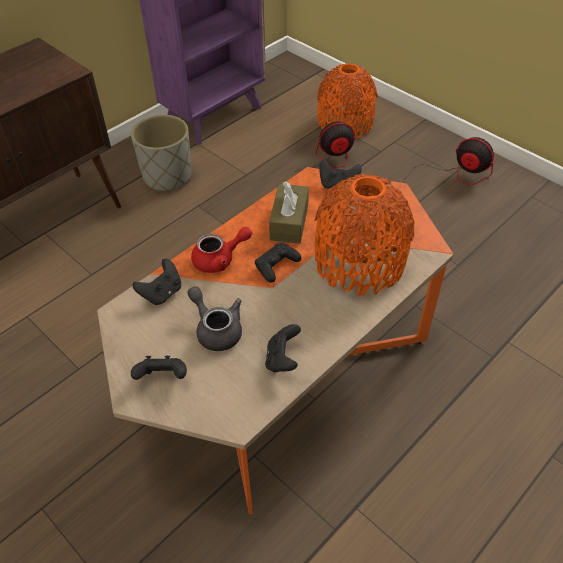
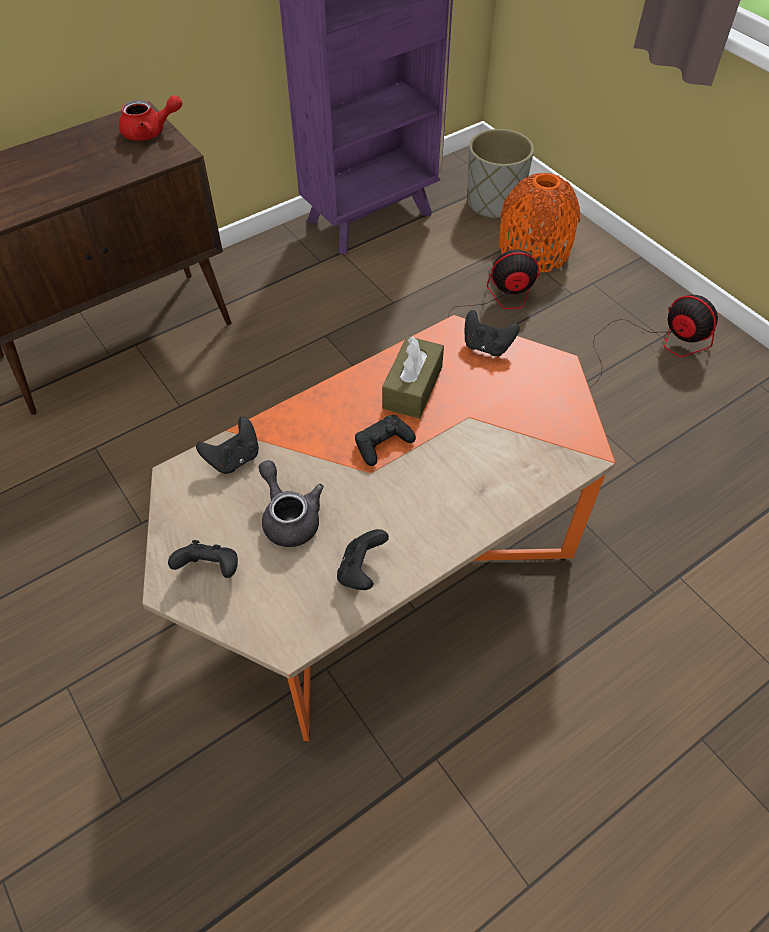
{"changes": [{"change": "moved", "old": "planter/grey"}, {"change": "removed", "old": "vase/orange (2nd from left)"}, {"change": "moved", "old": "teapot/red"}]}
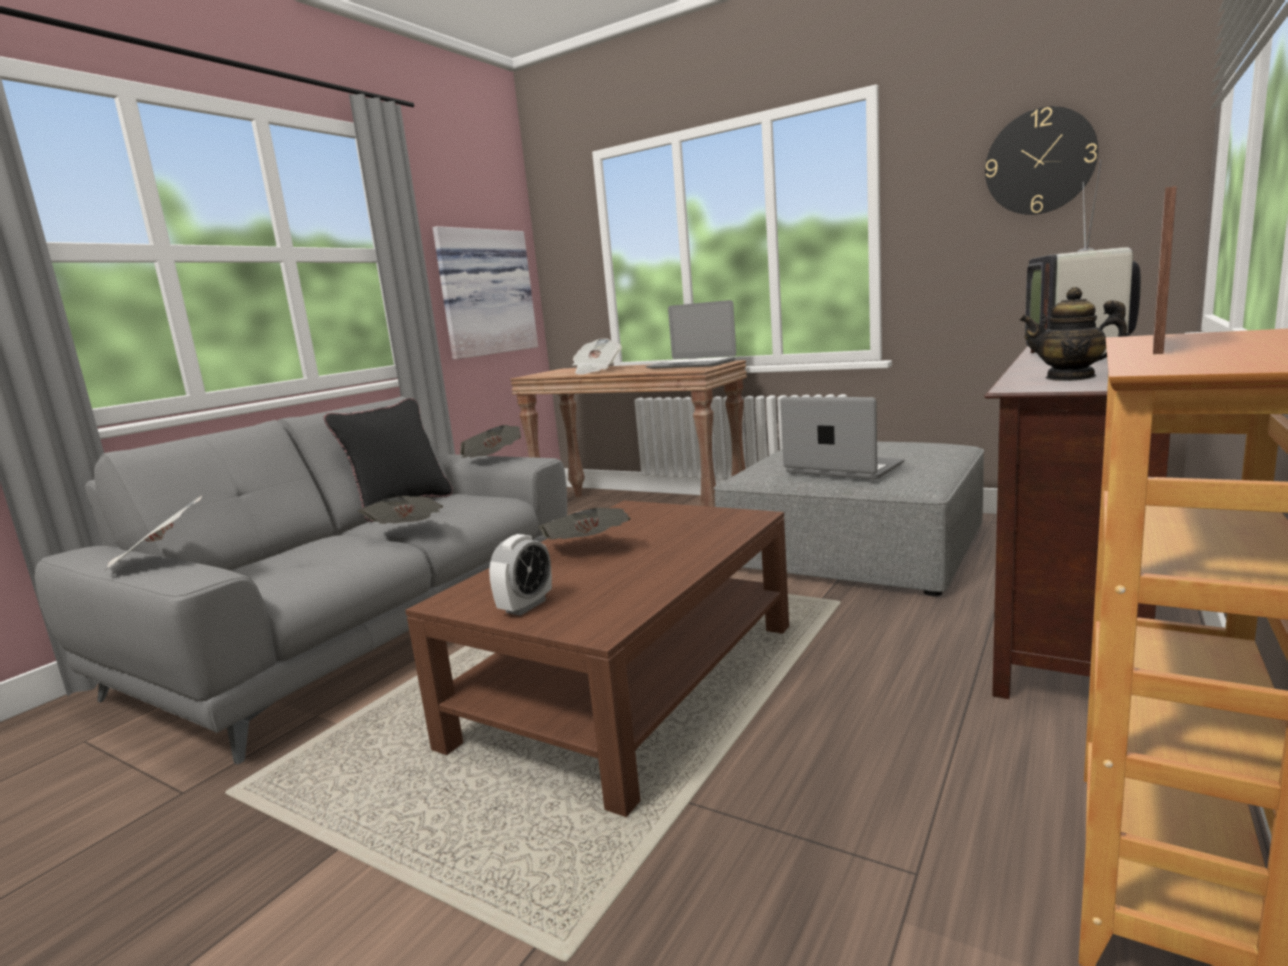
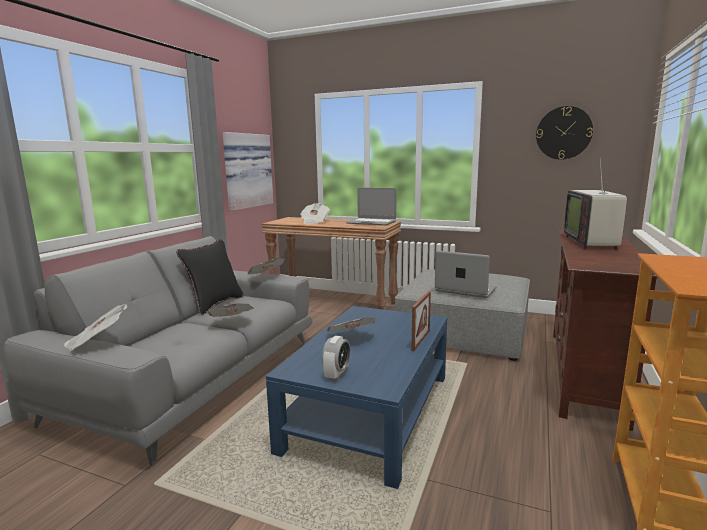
{"changes": [{"change": "moved", "old": "picture frame"}, {"change": "removed", "old": "teapot"}, {"change": "recoloured", "old": "coffee table/brown", "new": "coffee table/blue"}]}
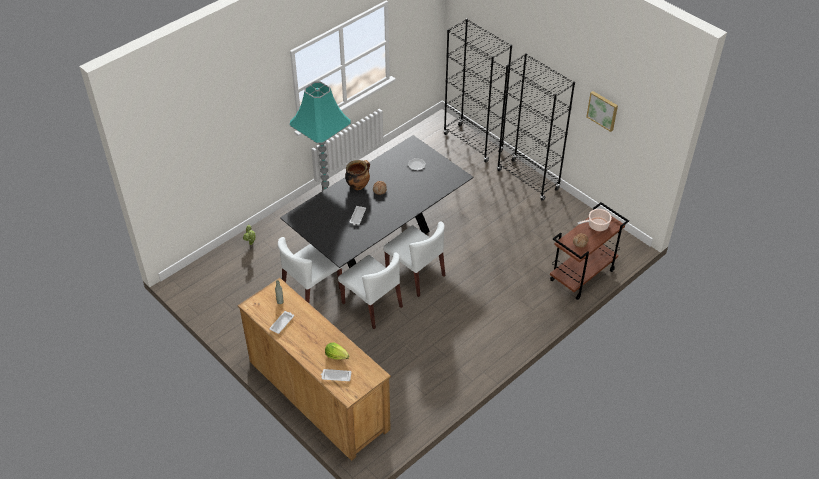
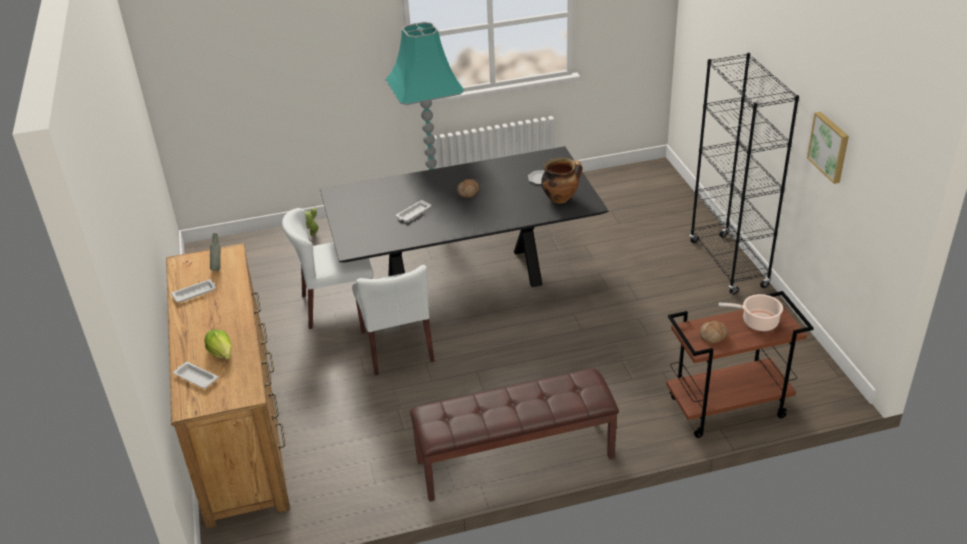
{"changes": [{"change": "removed", "old": "bookcase/black (1st from left)"}, {"change": "moved", "old": "cooking pot (1st from left)"}, {"change": "removed", "old": "chair/white (3rd from left)"}, {"change": "added", "new": "bench/brown"}]}
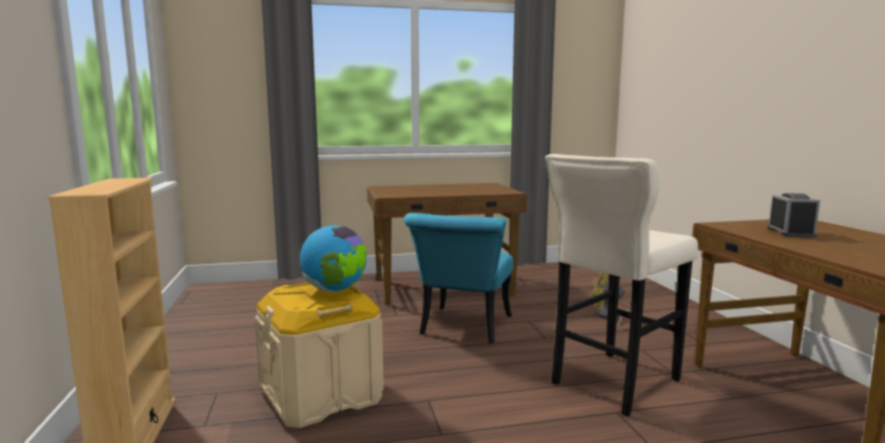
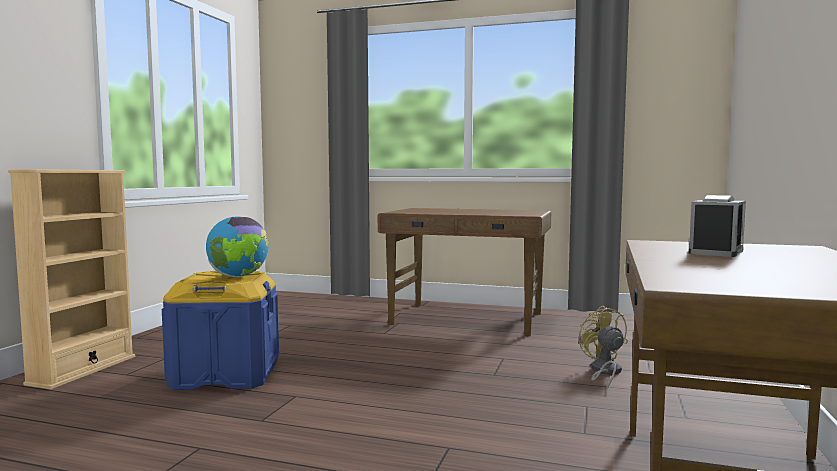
{"changes": [{"change": "removed", "old": "stool/beige"}, {"change": "removed", "old": "chair/turquoise"}, {"change": "recoloured", "old": "storage box/beige", "new": "storage box/blue"}]}
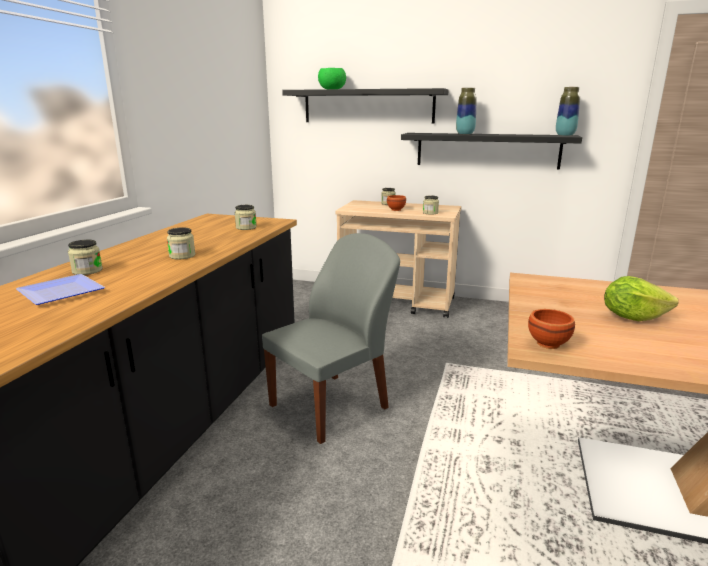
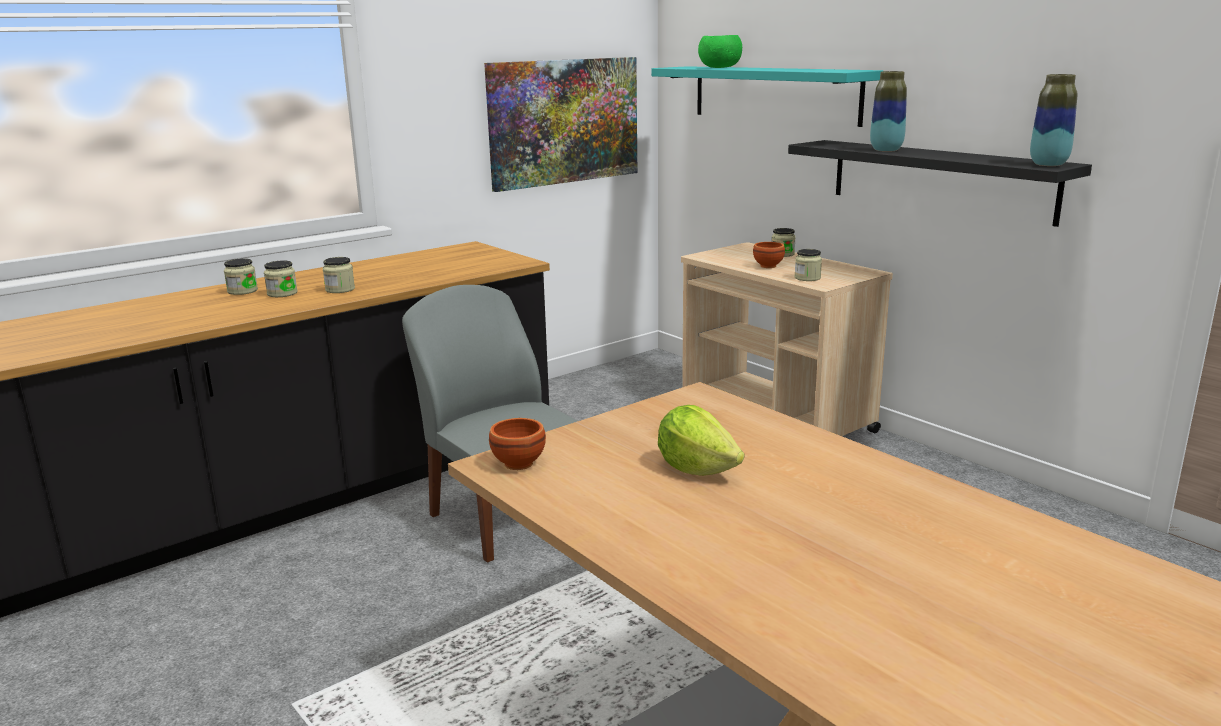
{"changes": [{"change": "recoloured", "old": "shelf/black (1st from left)", "new": "shelf/turquoise"}, {"change": "moved", "old": "jar (3rd from left in the first image)", "new": "jar (2nd from left)"}, {"change": "turned", "old": "chair/grey", "degrees": -120}, {"change": "removed", "old": "plate"}, {"change": "added", "new": "picture"}]}
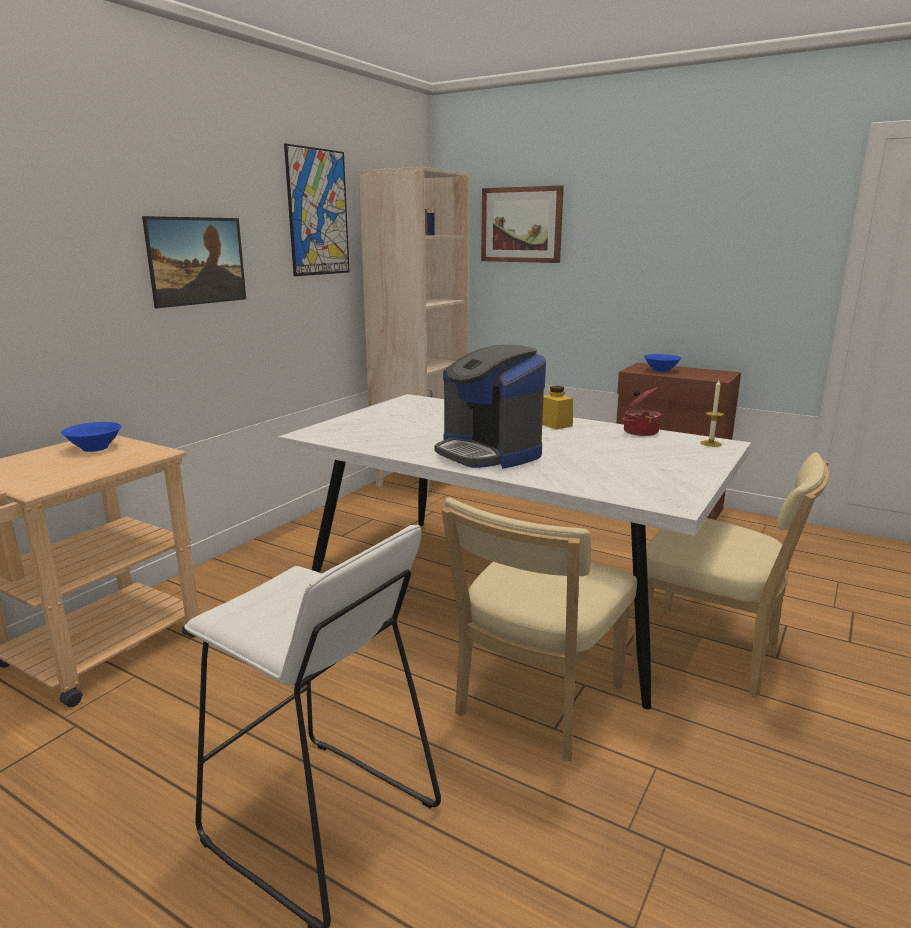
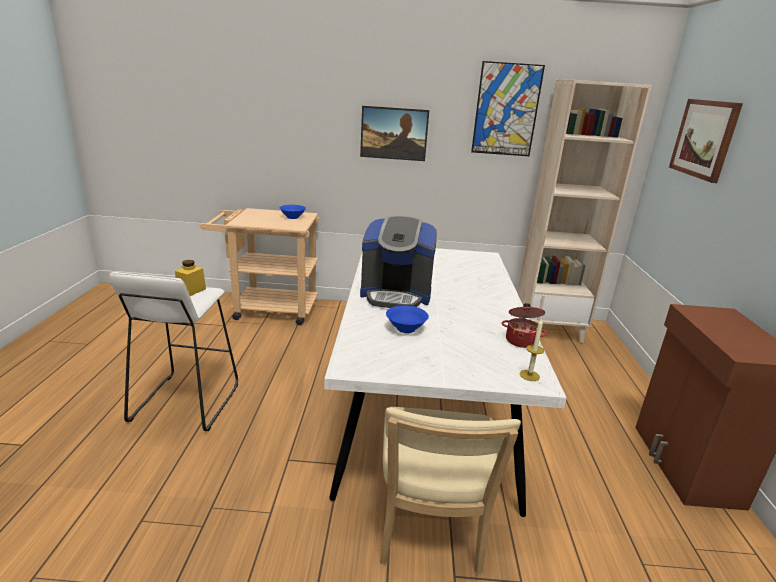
{"changes": [{"change": "turned", "old": "coffee machine", "degrees": -105}, {"change": "moved", "old": "bowl/blue (2nd from left)"}, {"change": "moved", "old": "jar/yellow"}, {"change": "removed", "old": "chair/beige (1st from left)"}]}
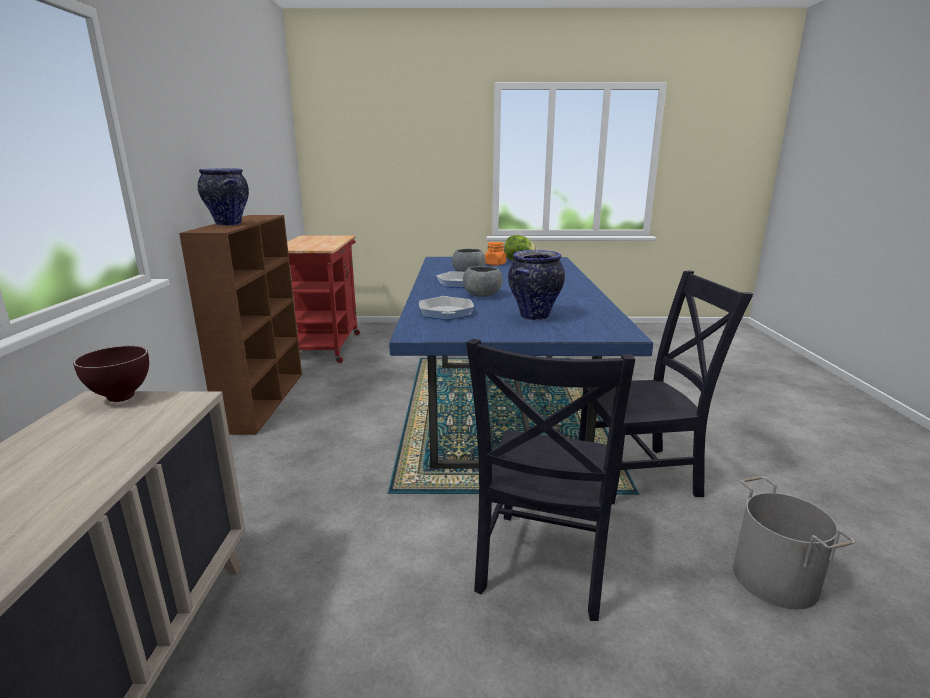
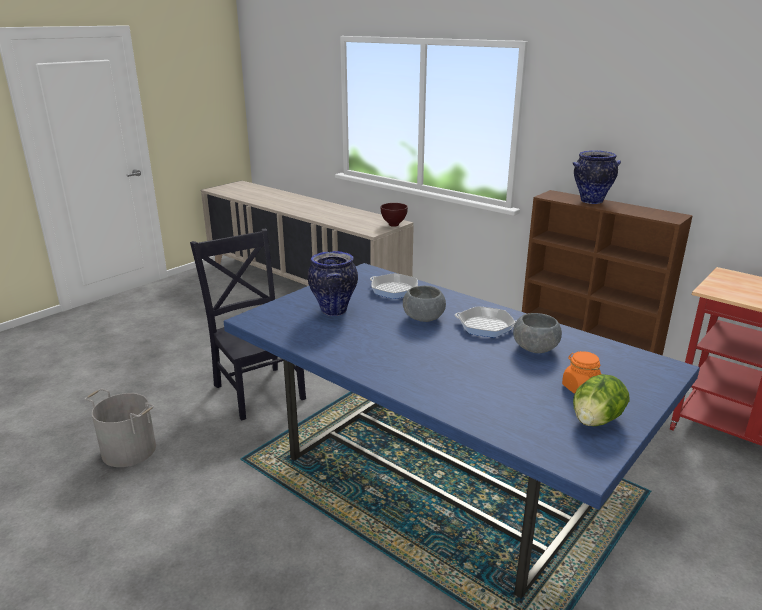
{"changes": [{"change": "removed", "old": "chair/black (2nd from left)"}]}
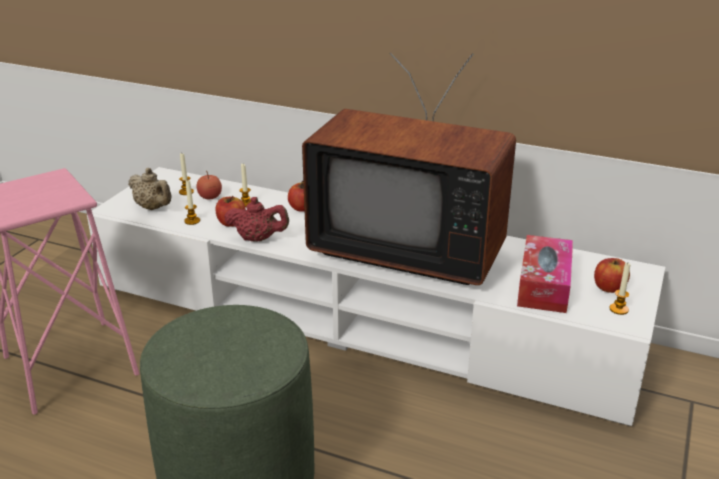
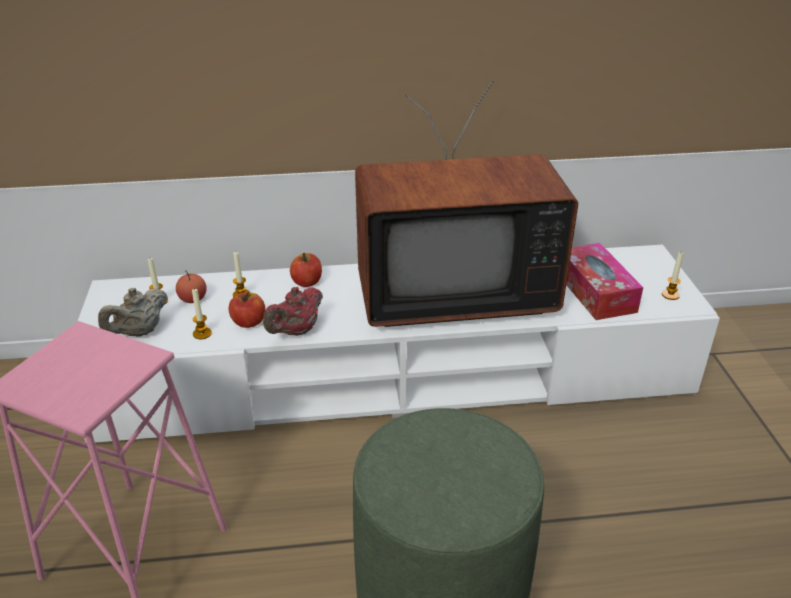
{"changes": [{"change": "turned", "old": "teapot/beige", "degrees": 120}, {"change": "turned", "old": "teapot/red", "degrees": 150}, {"change": "removed", "old": "apple (4th from left)"}]}
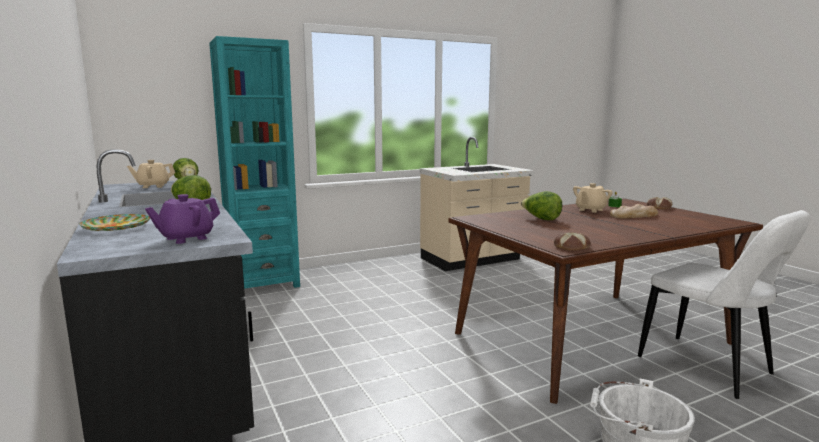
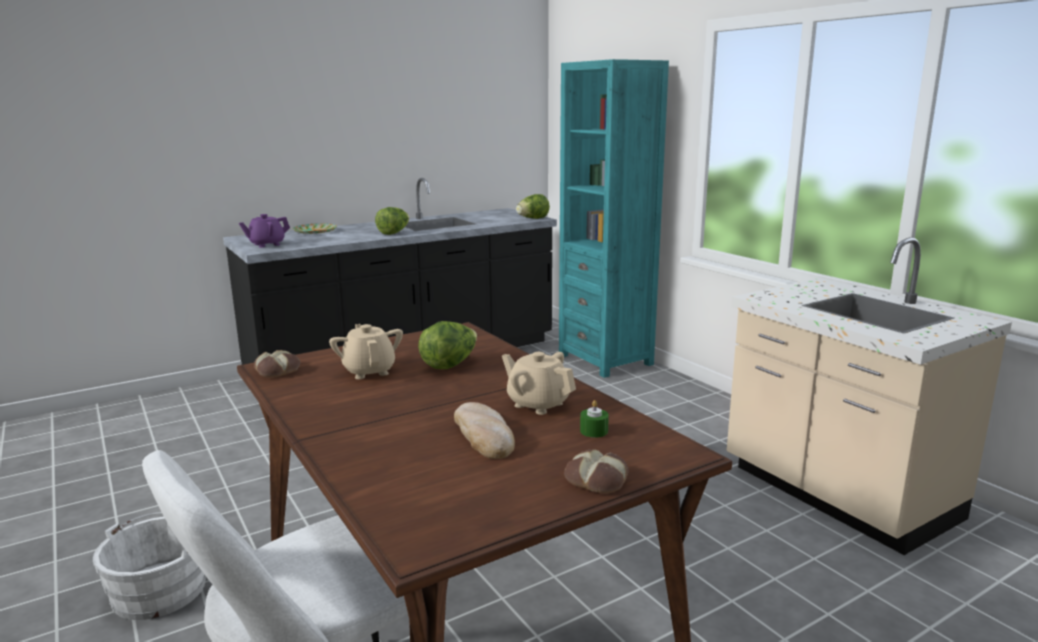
{"changes": [{"change": "moved", "old": "teapot/beige (1st from left)"}, {"change": "turned", "old": "teapot/purple", "degrees": -75}]}
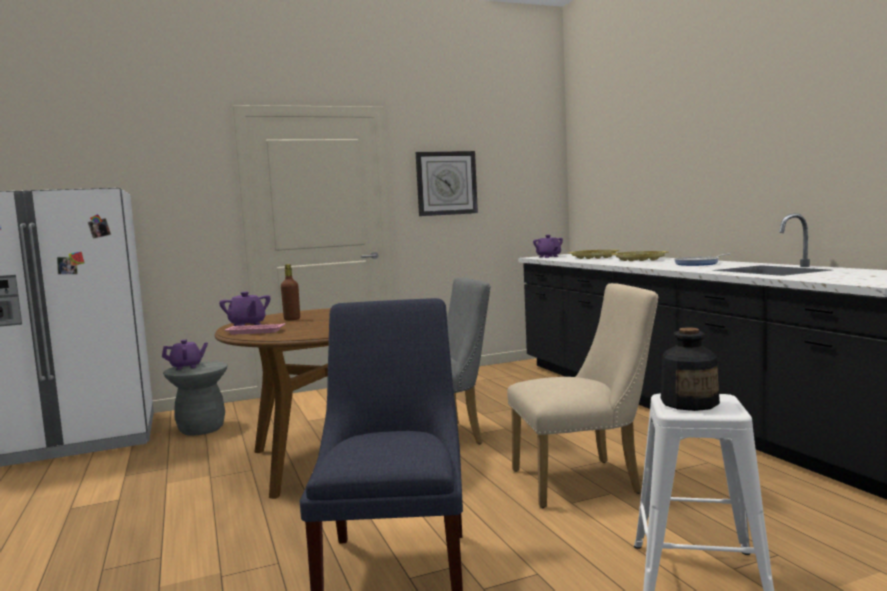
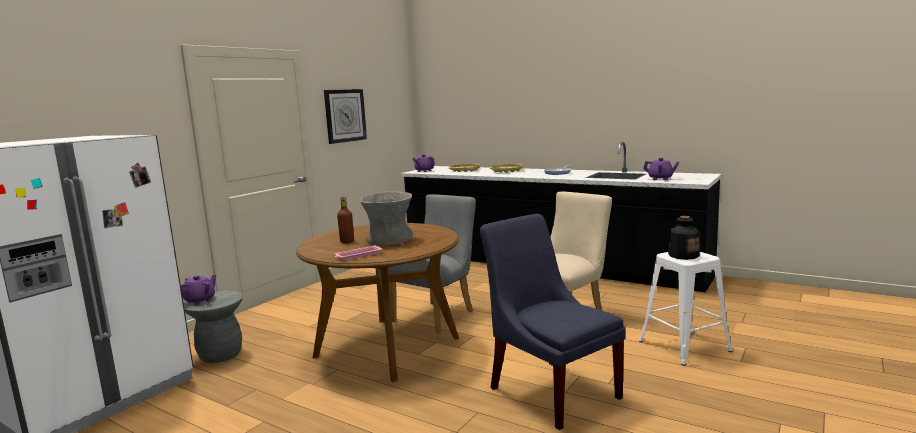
{"changes": [{"change": "moved", "old": "teapot/purple (2nd from left in the first image)", "new": "teapot/purple (3rd from left)"}, {"change": "added", "new": "vase/grey"}]}
